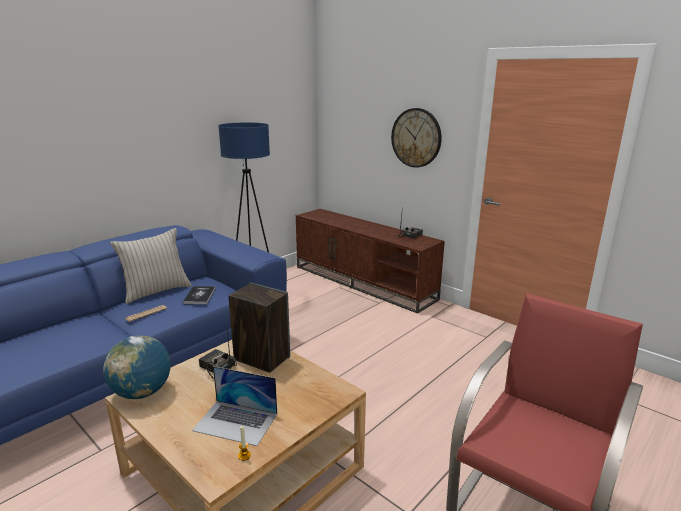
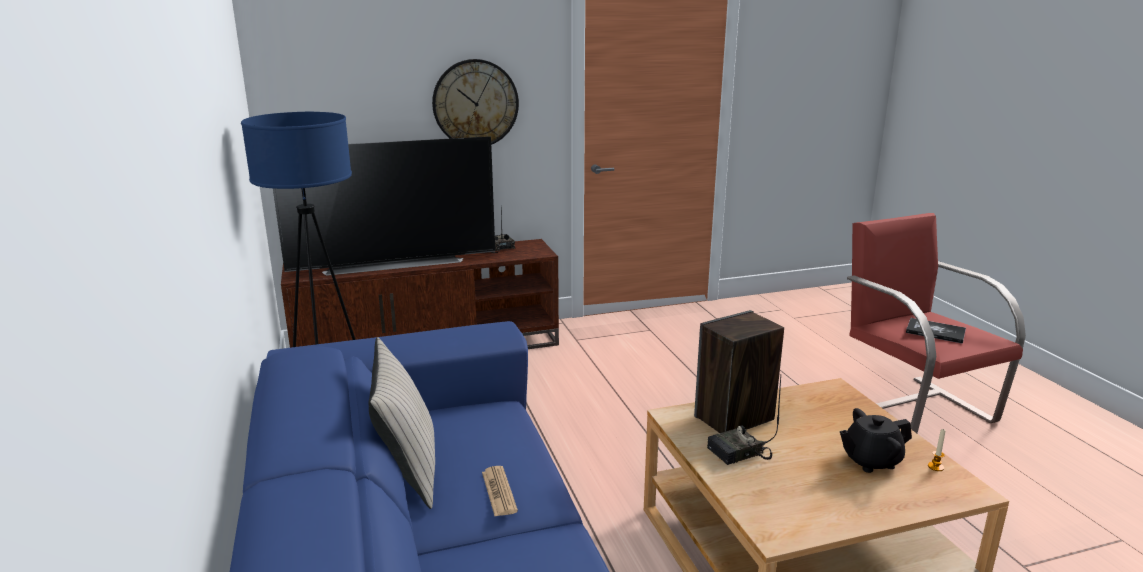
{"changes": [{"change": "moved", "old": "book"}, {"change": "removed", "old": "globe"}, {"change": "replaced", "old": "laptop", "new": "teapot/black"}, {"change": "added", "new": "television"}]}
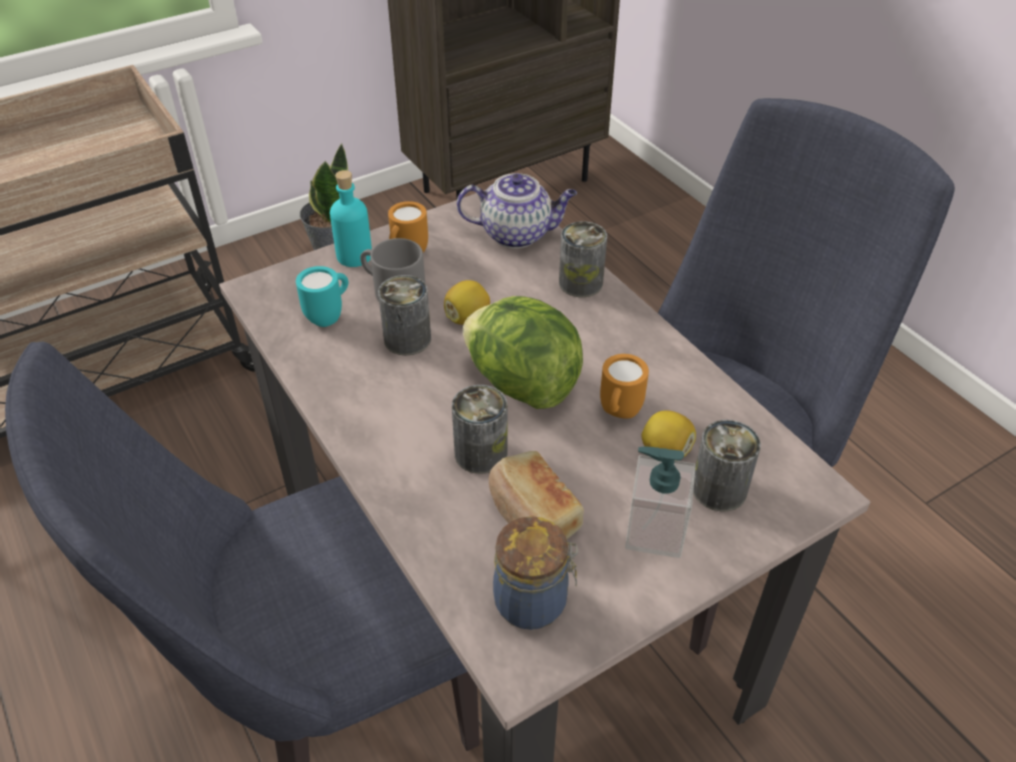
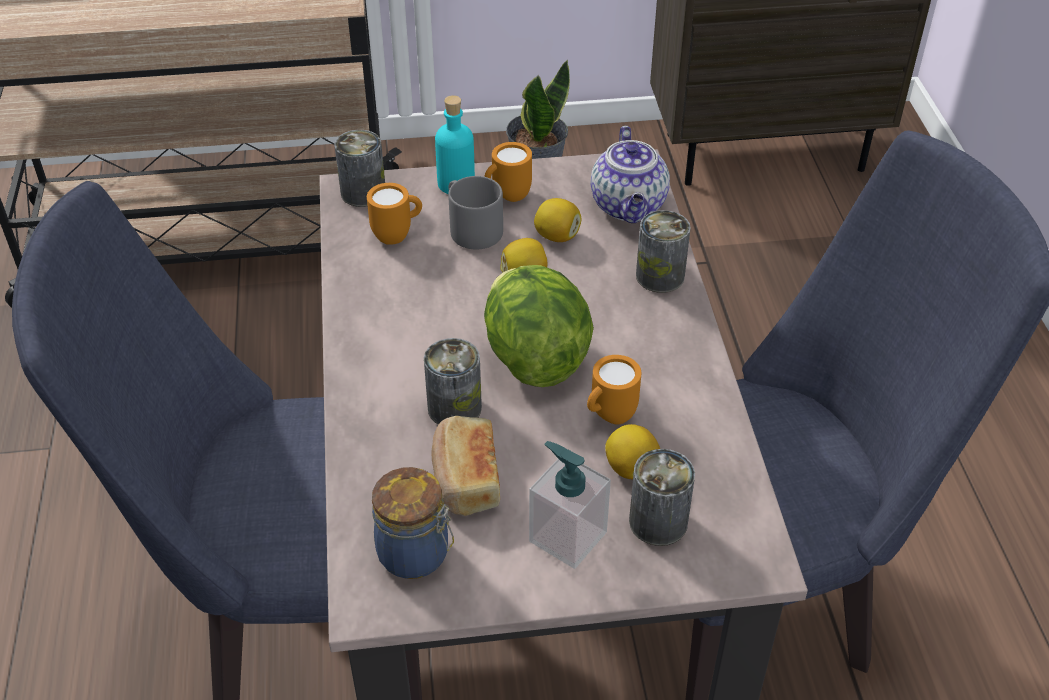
{"changes": [{"change": "turned", "old": "teapot", "degrees": 60}, {"change": "recoloured", "old": "mug/turquoise", "new": "mug/orange (1st from left)"}, {"change": "moved", "old": "can (1st from left)"}, {"change": "added", "new": "lemon (2nd from left)"}]}
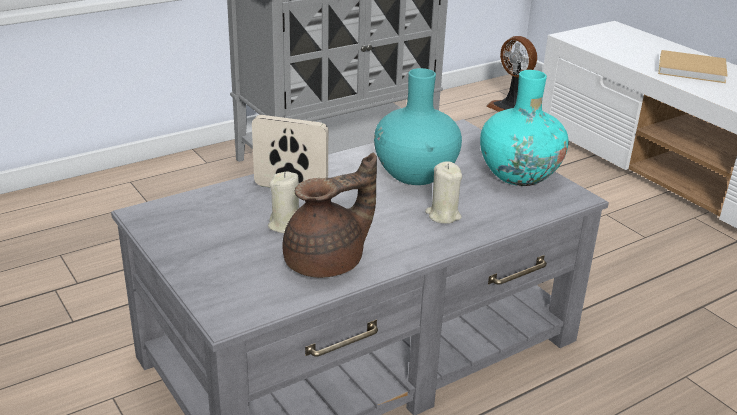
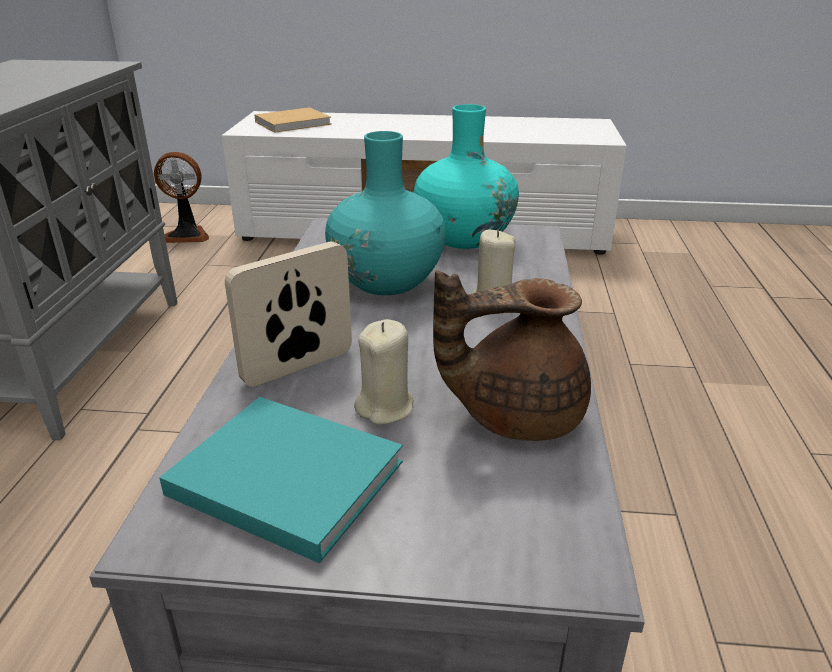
{"changes": [{"change": "moved", "old": "book/beige"}, {"change": "turned", "old": "teapot/brown", "degrees": -105}, {"change": "added", "new": "book/turquoise"}]}
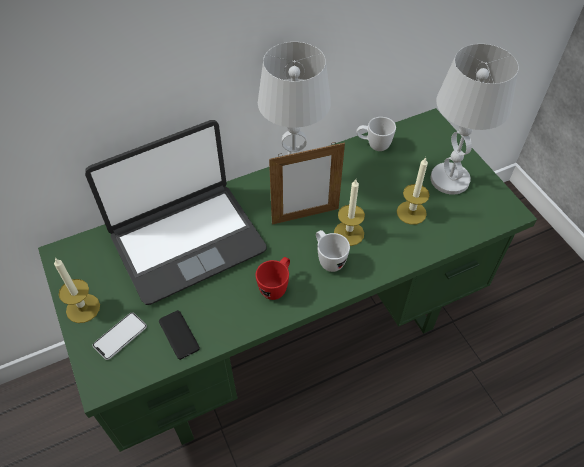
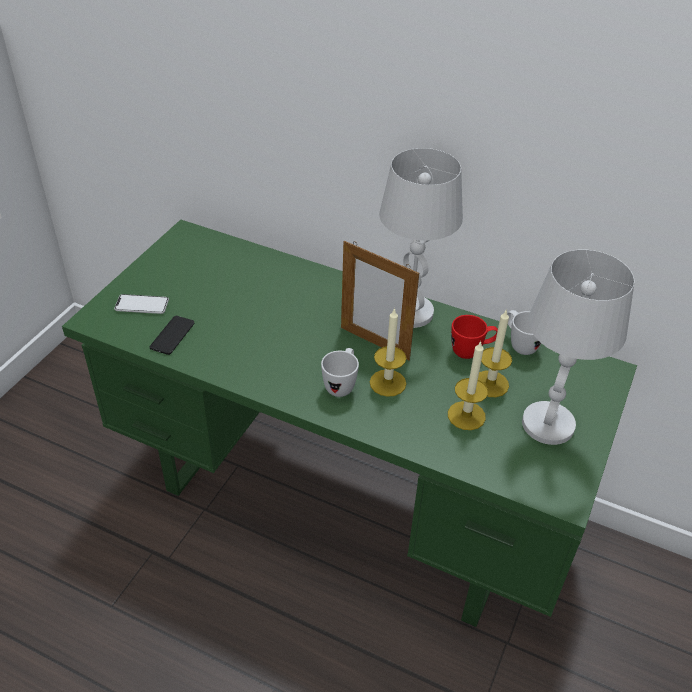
{"changes": [{"change": "removed", "old": "laptop"}, {"change": "moved", "old": "mug/red"}, {"change": "moved", "old": "candle (1st from left in the first image)", "new": "candle (3rd from left)"}]}
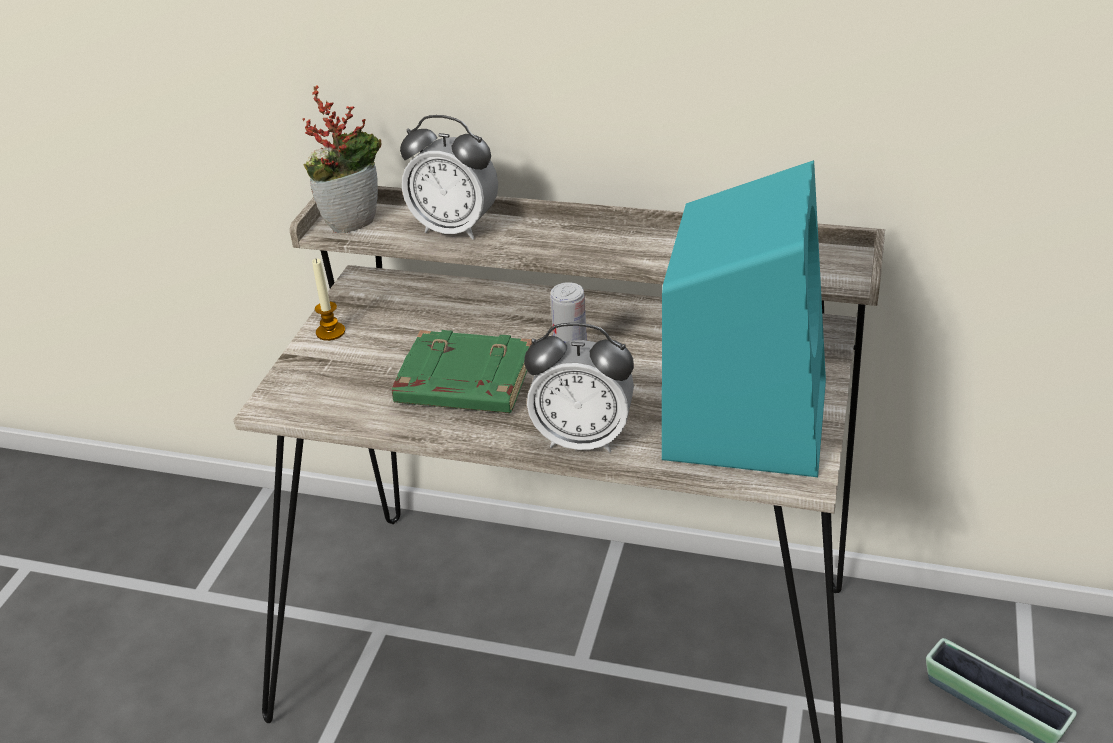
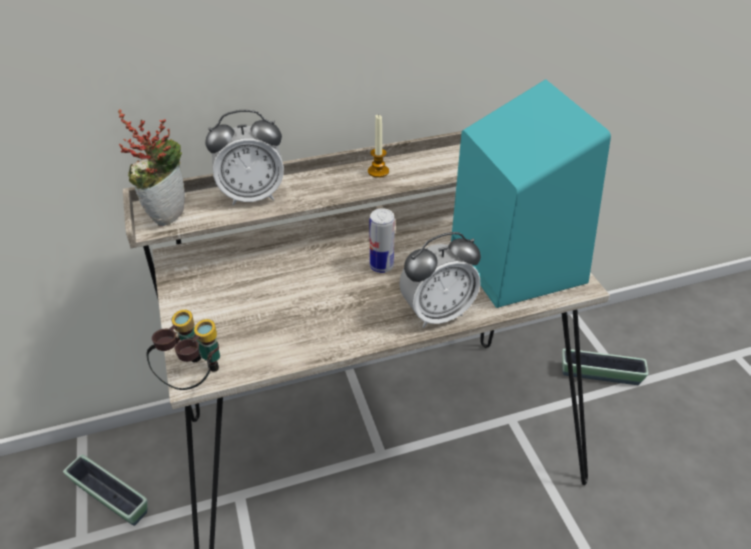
{"changes": [{"change": "moved", "old": "candle"}, {"change": "removed", "old": "book/green"}, {"change": "added", "new": "binoculars"}, {"change": "added", "new": "planter (1st from left)"}]}
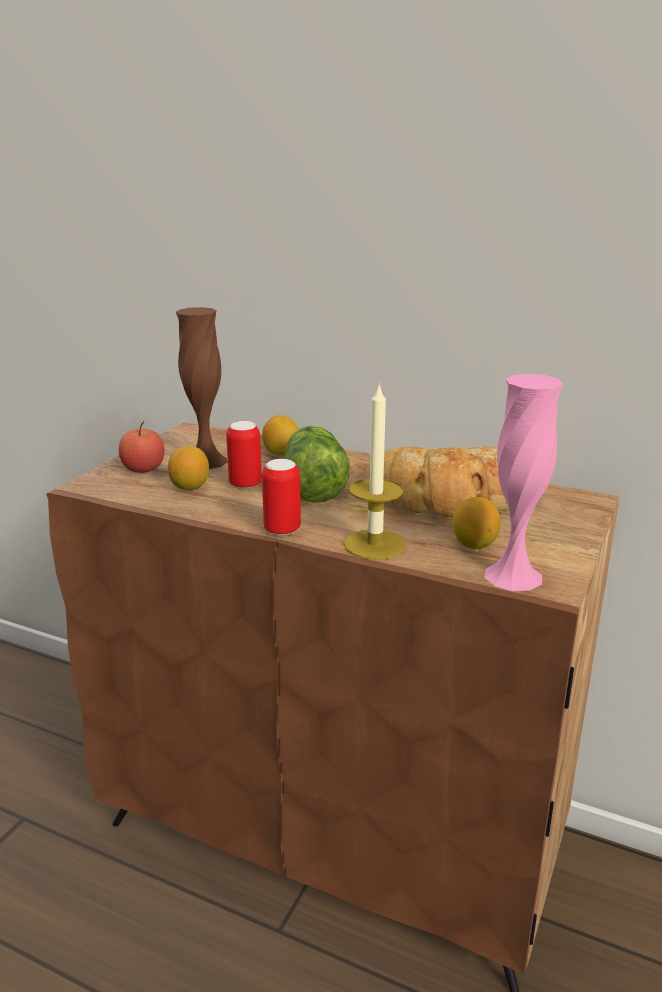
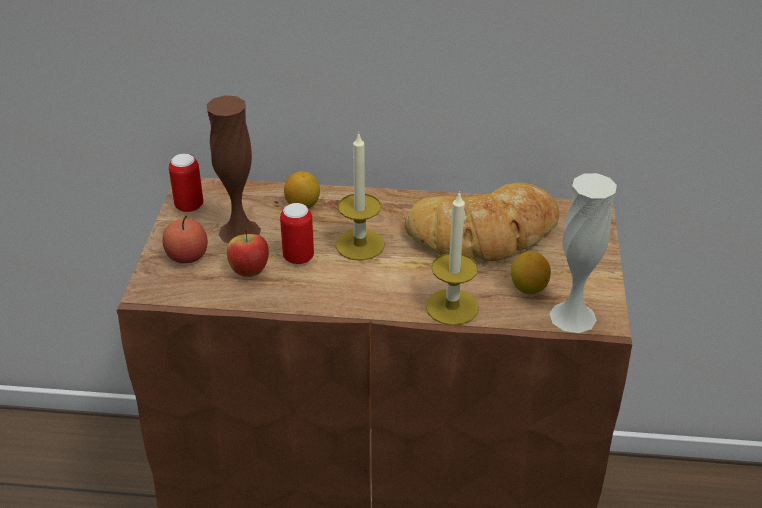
{"changes": [{"change": "recoloured", "old": "vase/pink", "new": "vase/white"}, {"change": "replaced", "old": "lettuce", "new": "candle (1st from left)"}, {"change": "replaced", "old": "lemon (1st from left)", "new": "apple (2nd from left)"}, {"change": "moved", "old": "can (2nd from left in the first image)", "new": "can (1st from left)"}]}
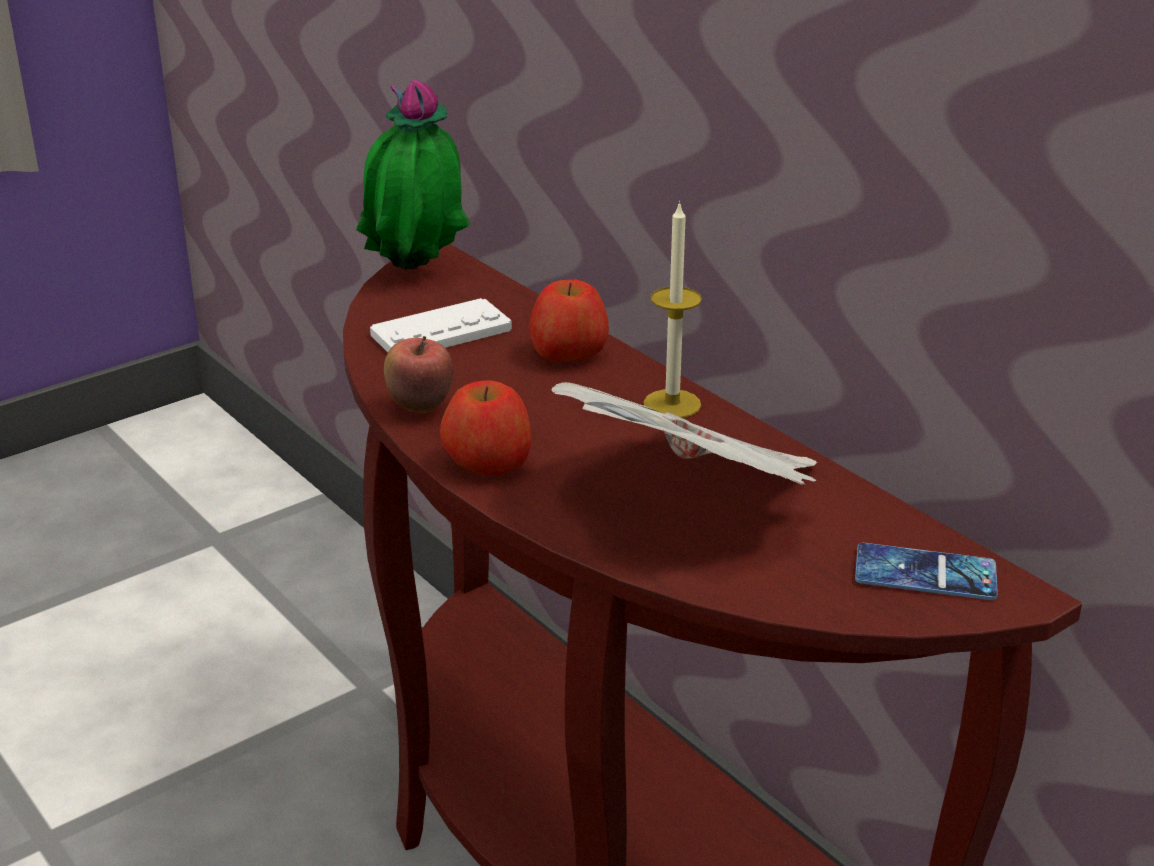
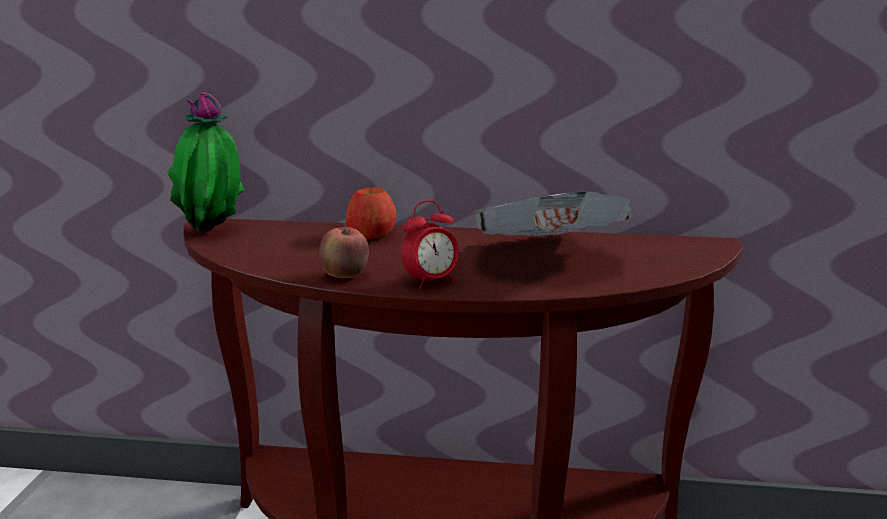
{"changes": [{"change": "removed", "old": "candle"}, {"change": "removed", "old": "game controller/white"}, {"change": "replaced", "old": "apple (2nd from left)", "new": "alarm clock"}, {"change": "removed", "old": "phone"}]}
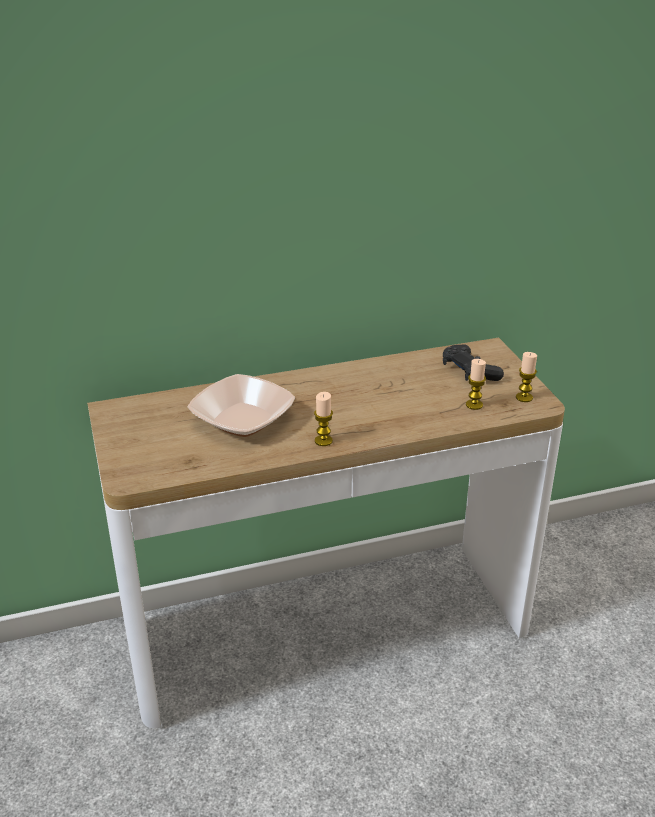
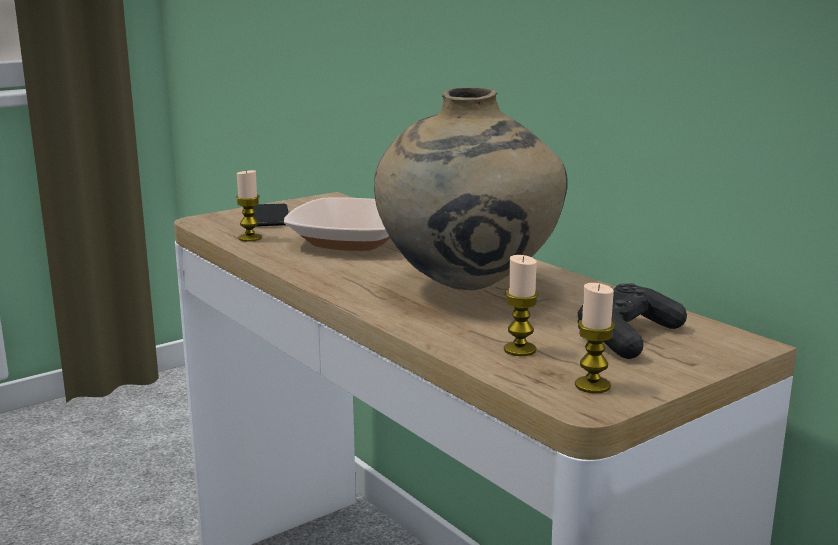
{"changes": [{"change": "moved", "old": "candle (1st from left)"}, {"change": "added", "new": "vase/beige"}, {"change": "added", "new": "phone"}]}
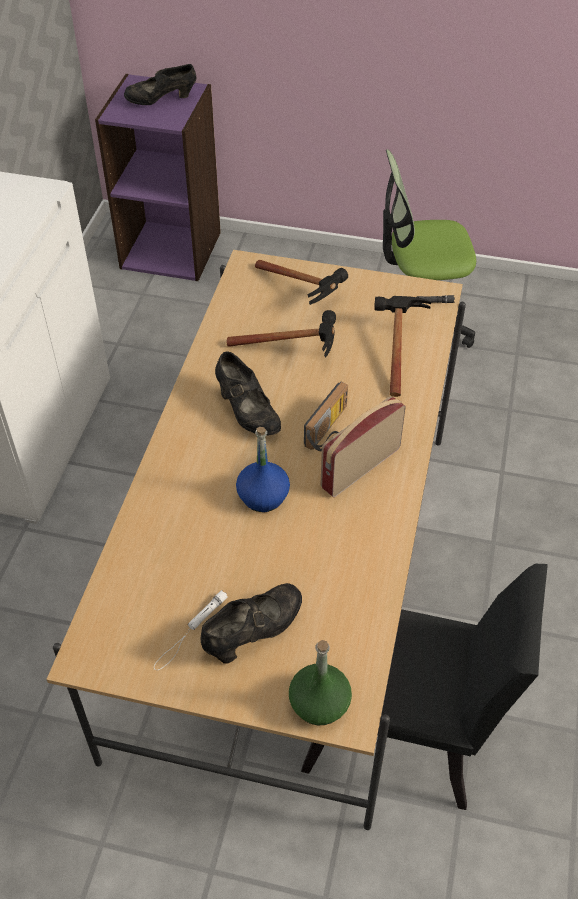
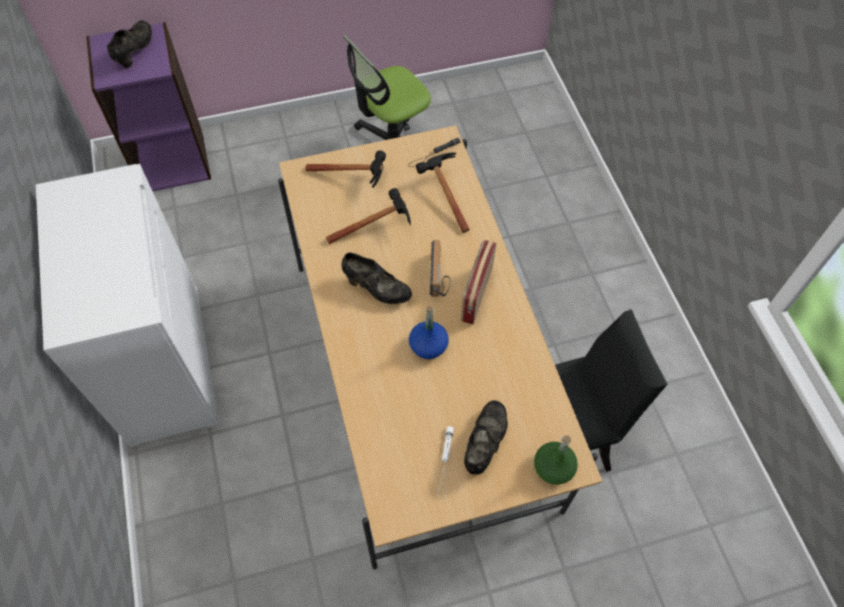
{"changes": [{"change": "turned", "old": "shoe/black (1st from left)", "degrees": 150}]}
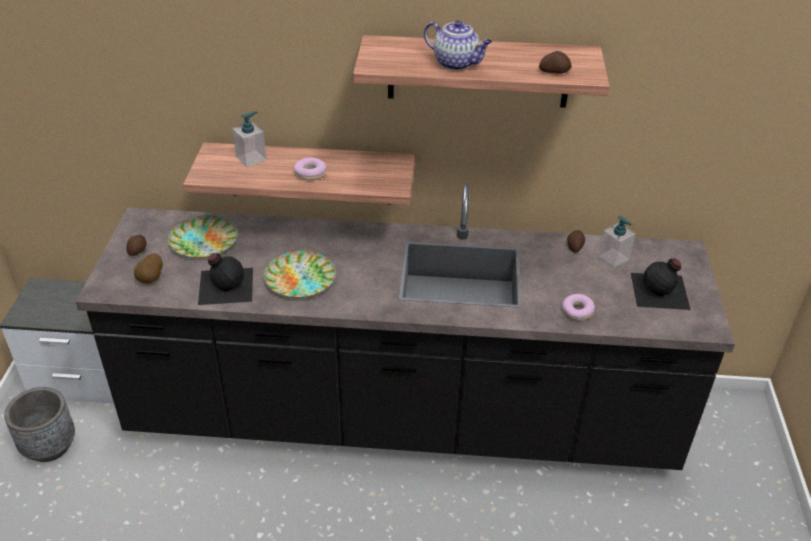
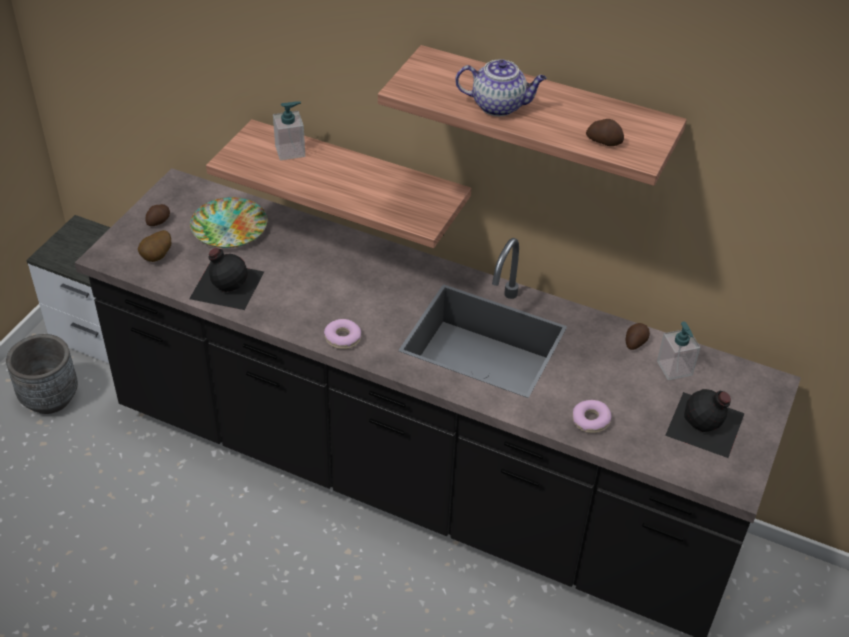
{"changes": [{"change": "turned", "old": "teapot", "degrees": -45}, {"change": "moved", "old": "donut (1st from left)"}, {"change": "removed", "old": "plate (2nd from left)"}]}
